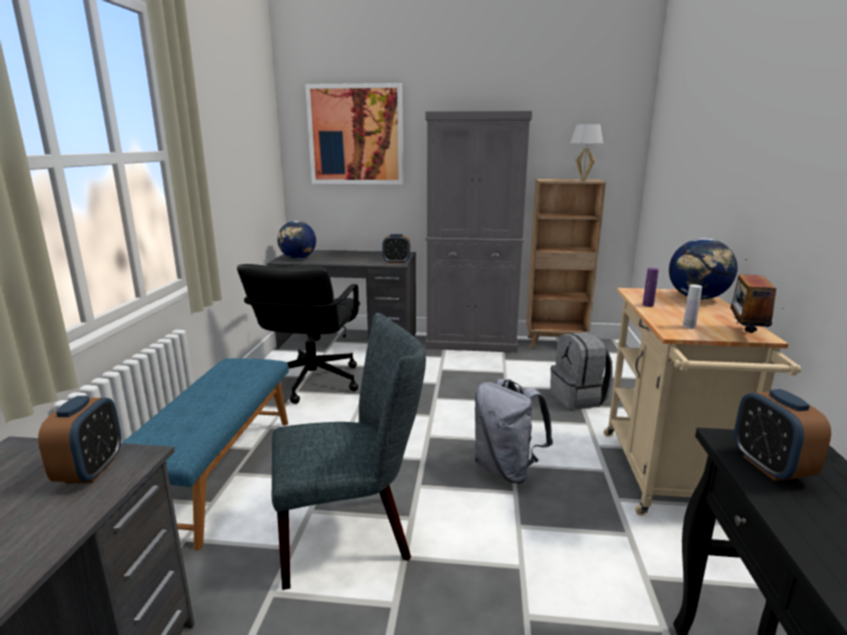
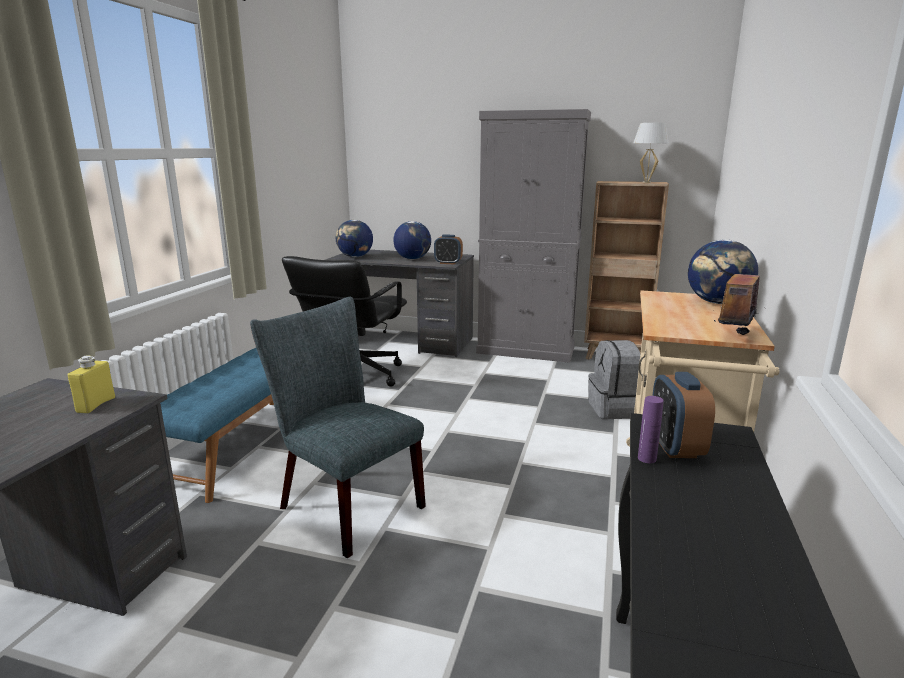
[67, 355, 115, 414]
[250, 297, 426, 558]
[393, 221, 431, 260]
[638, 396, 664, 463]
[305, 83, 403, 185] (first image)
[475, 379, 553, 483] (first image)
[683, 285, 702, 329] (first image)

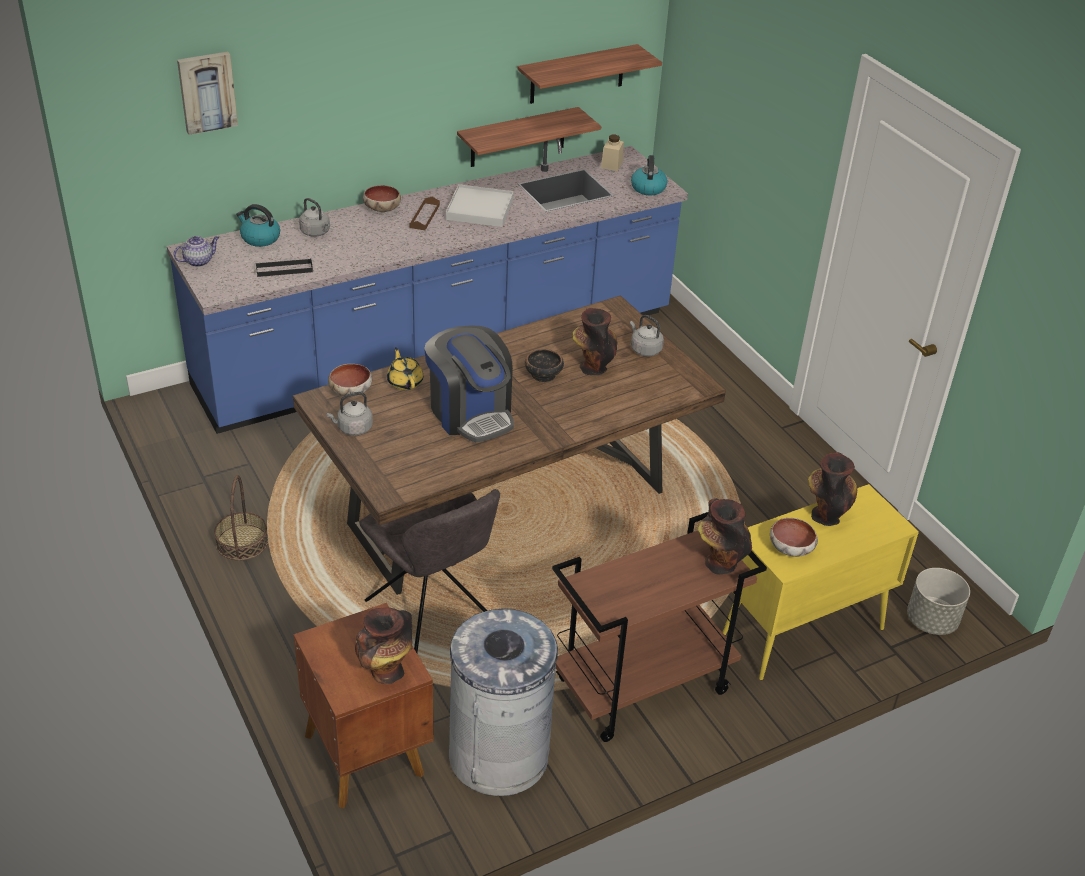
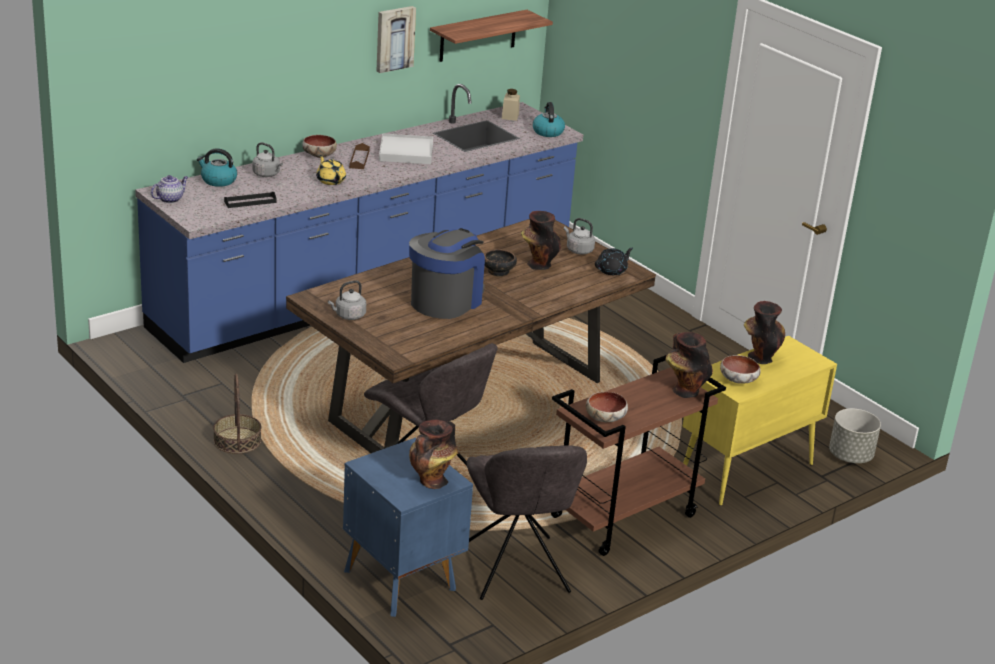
[316, 155, 346, 185]
[343, 438, 473, 617]
[377, 6, 416, 73]
[409, 228, 485, 319]
[467, 445, 587, 600]
[586, 392, 628, 422]
[595, 247, 633, 275]
[457, 107, 601, 167] (first image)

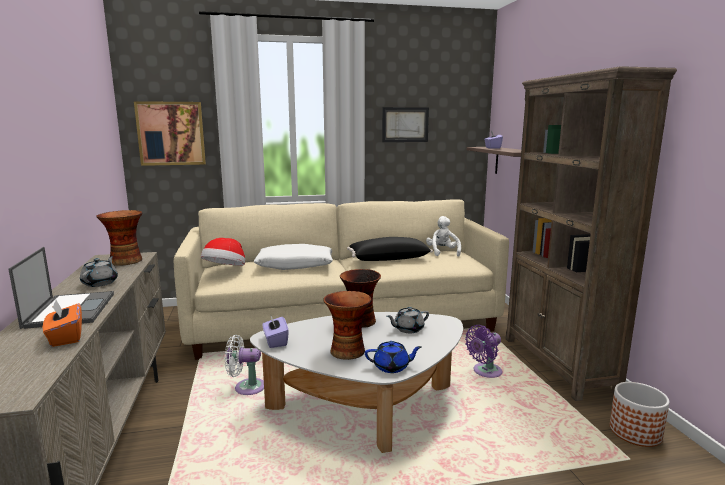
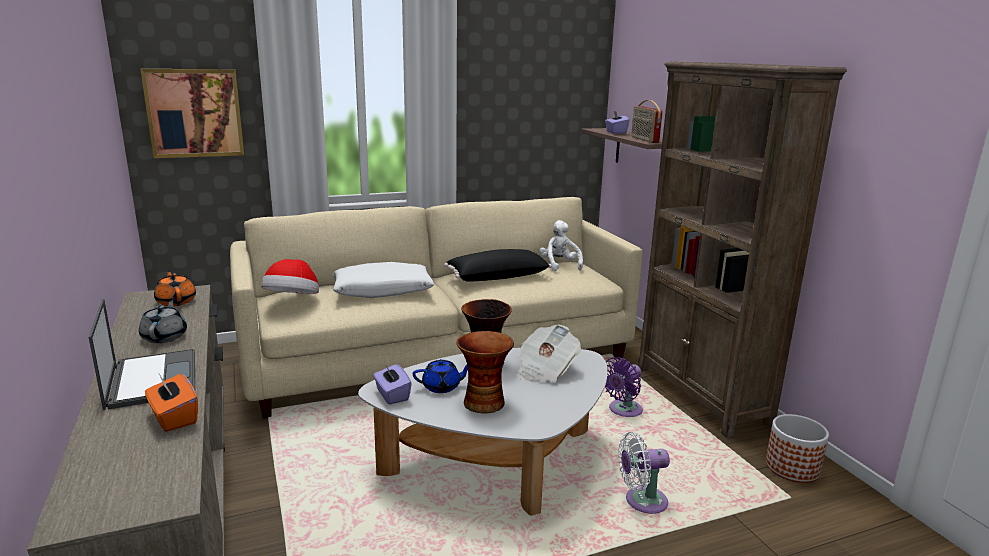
[154, 271, 196, 306]
[413, 359, 468, 393]
[517, 325, 581, 382]
[618, 432, 670, 514]
[631, 100, 663, 143]
[382, 107, 429, 142] (first image)

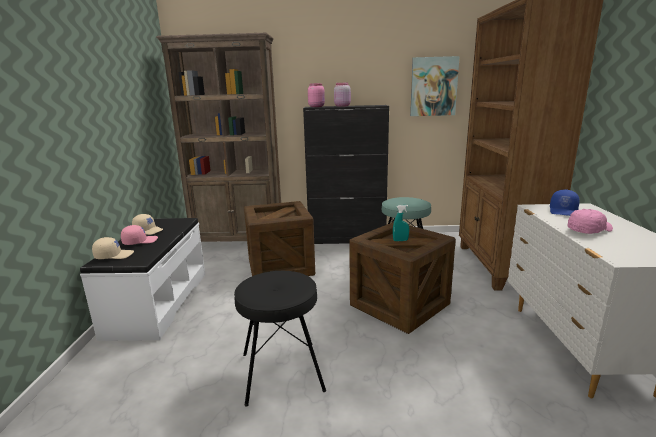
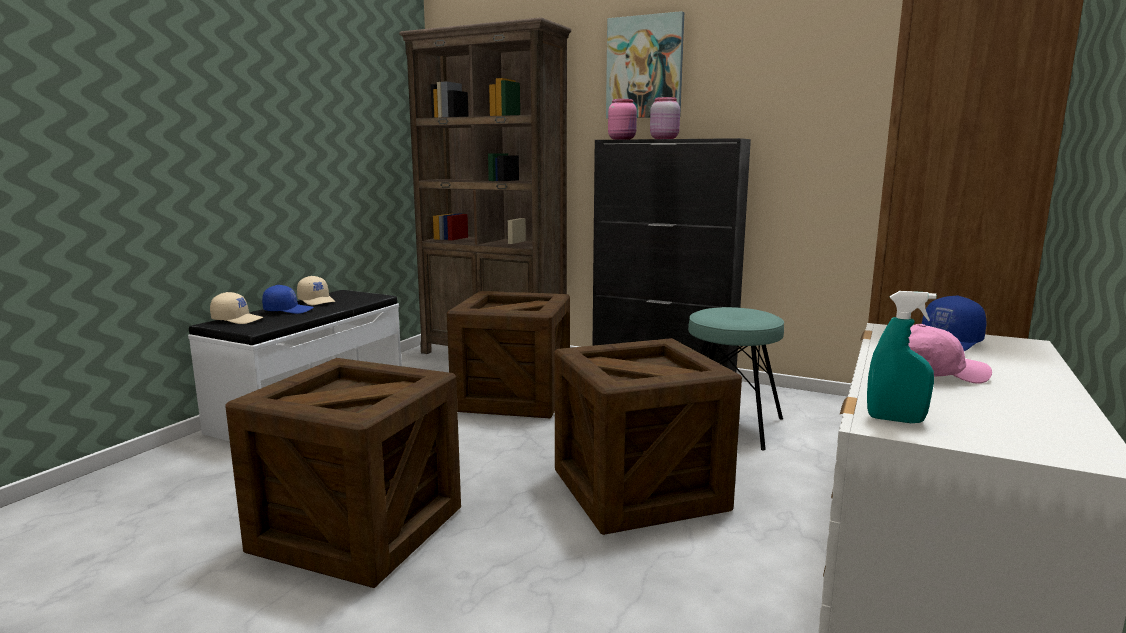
[225, 358, 461, 588]
[262, 285, 314, 314]
[606, 11, 684, 119]
[867, 291, 936, 423]

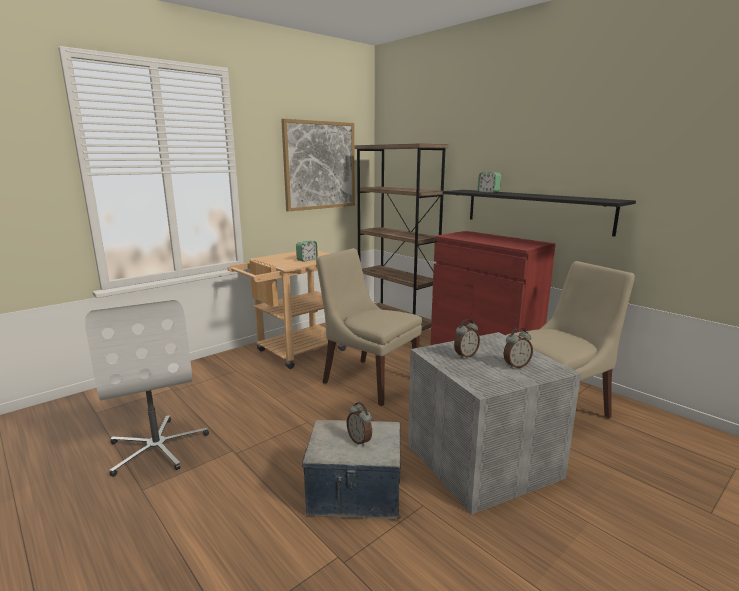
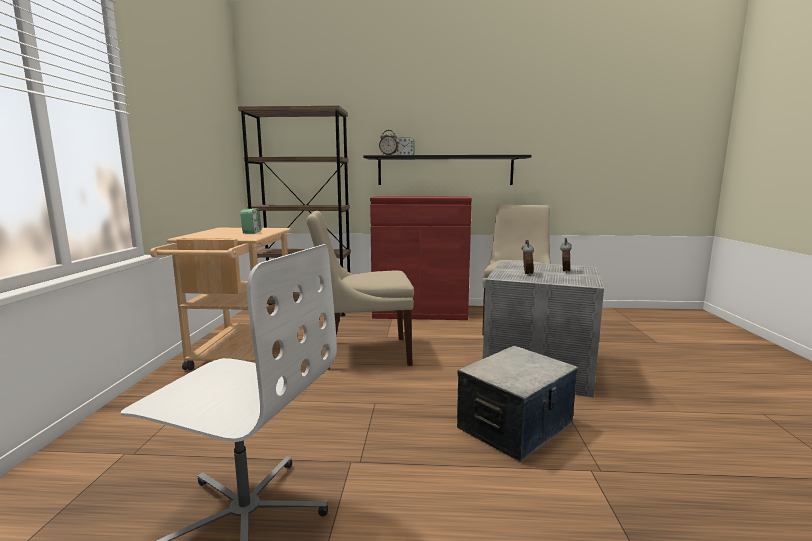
[379, 130, 398, 155]
[281, 119, 355, 211] (first image)

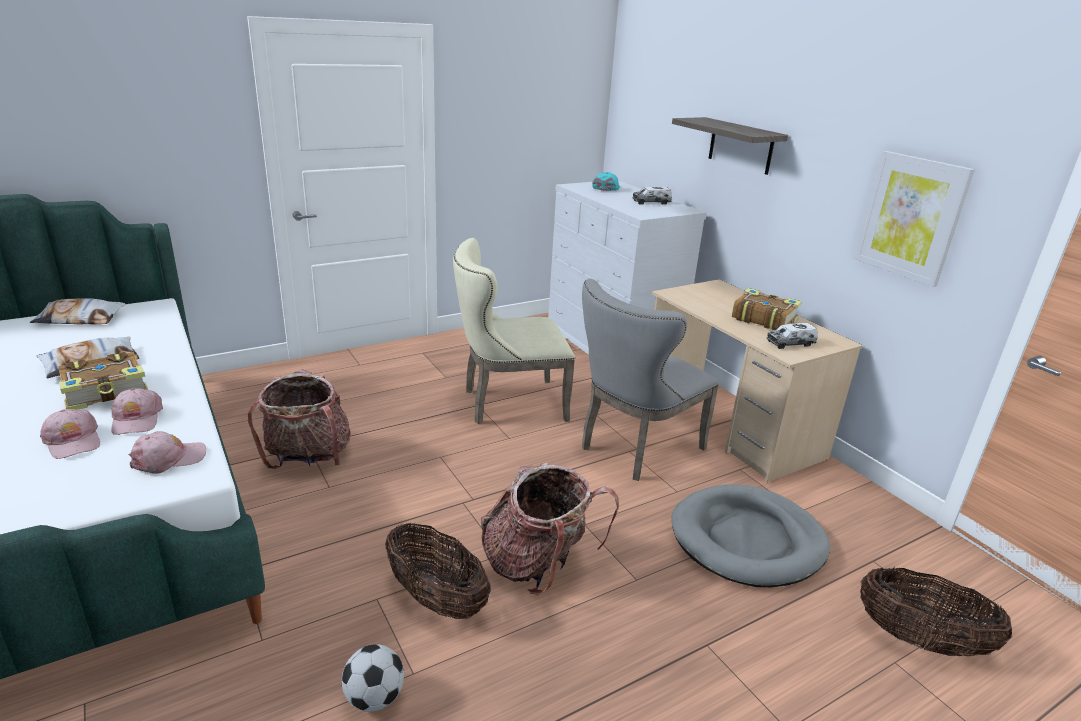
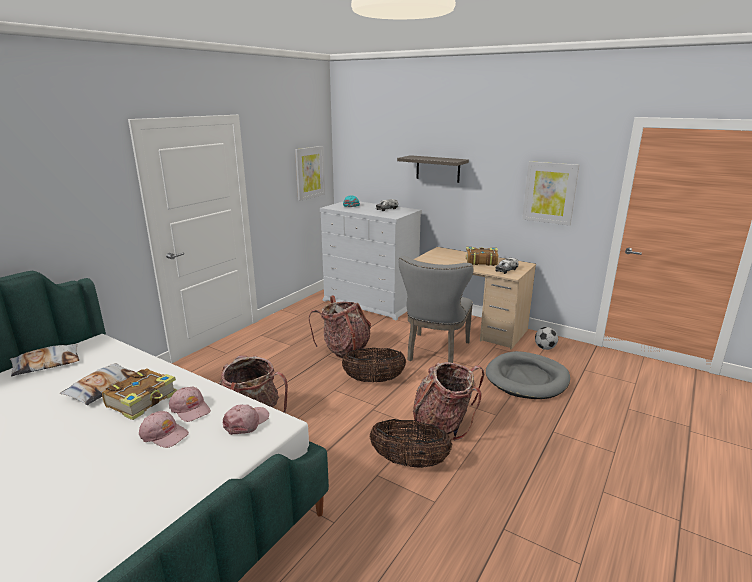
[295, 146, 325, 201]
[309, 295, 371, 358]
[342, 348, 406, 383]
[535, 327, 558, 350]

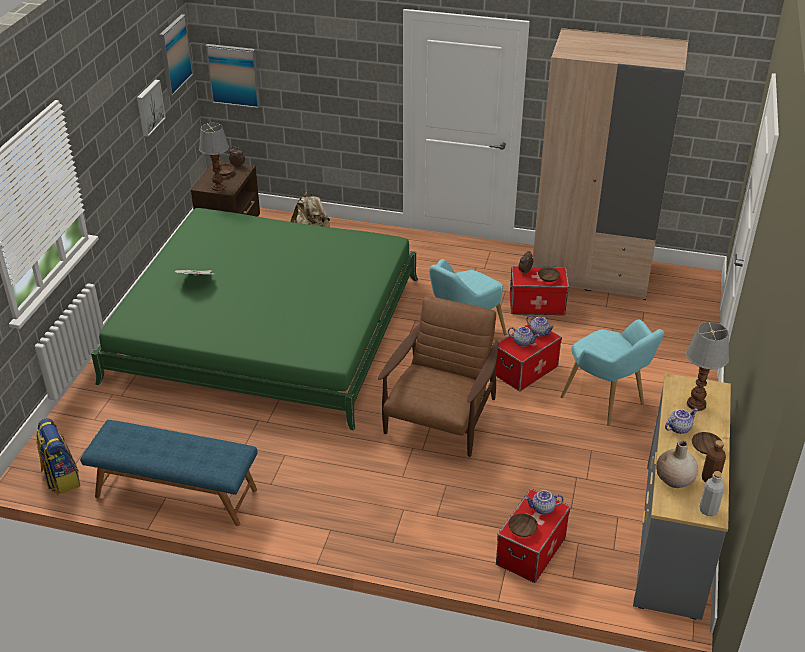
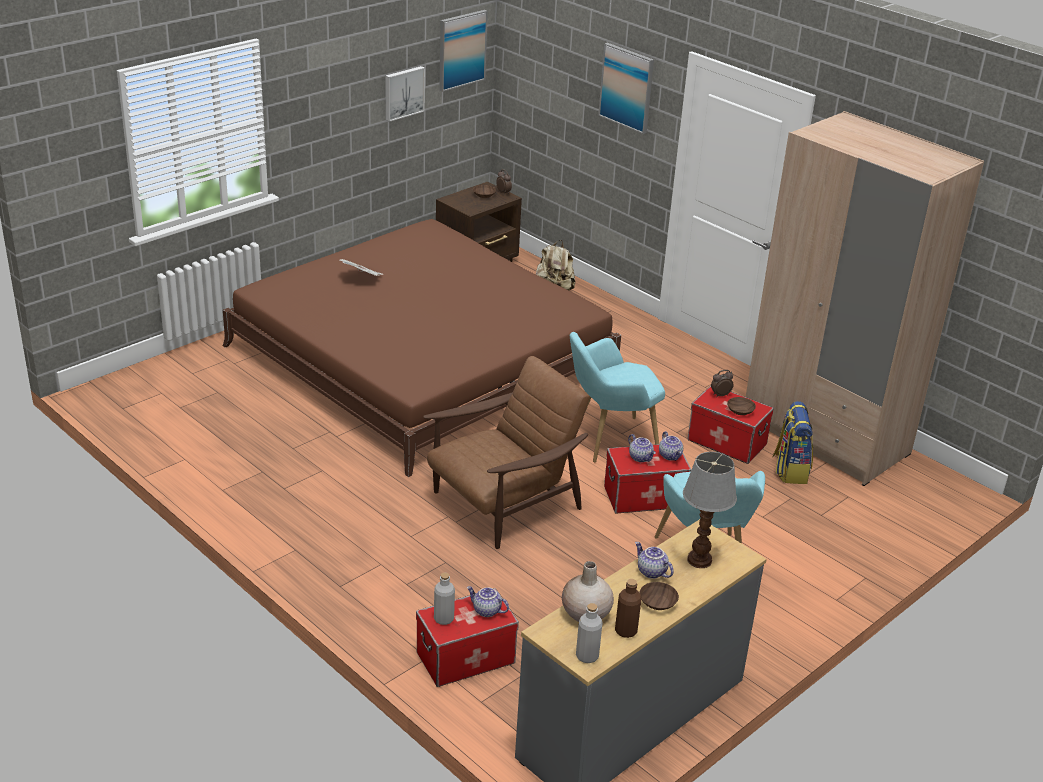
[223, 219, 621, 477]
[434, 573, 455, 625]
[598, 43, 654, 134]
[635, 542, 674, 579]
[773, 401, 813, 484]
[80, 420, 257, 526] (first image)
[199, 123, 229, 192] (first image)

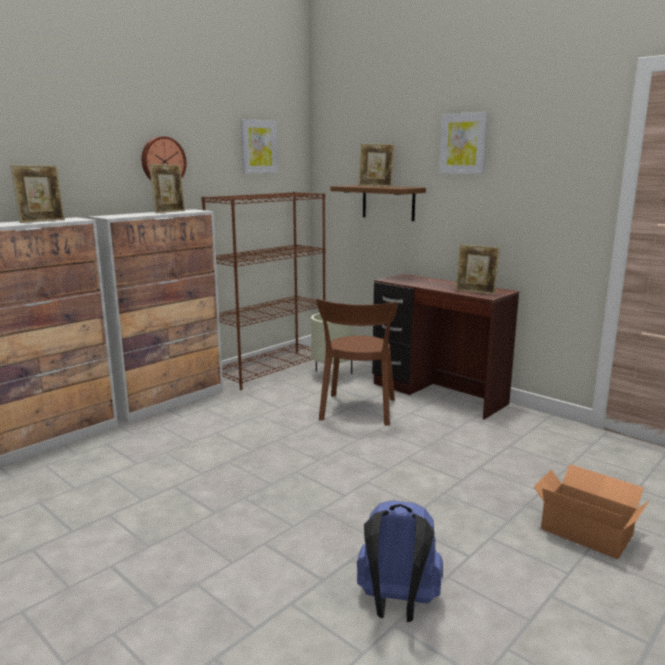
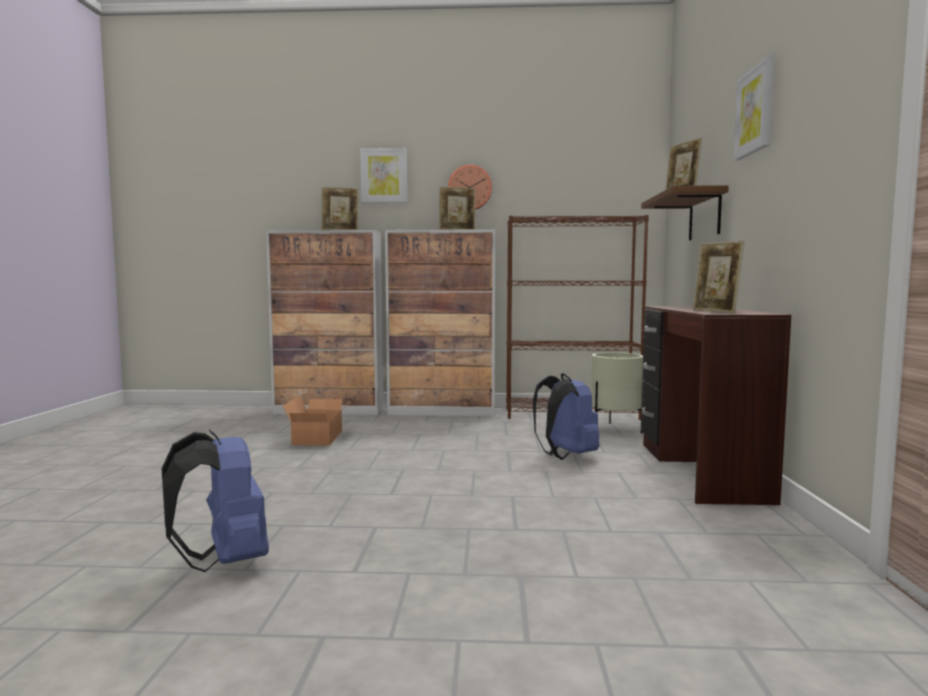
[283, 395, 353, 445]
[360, 148, 407, 203]
[533, 373, 600, 460]

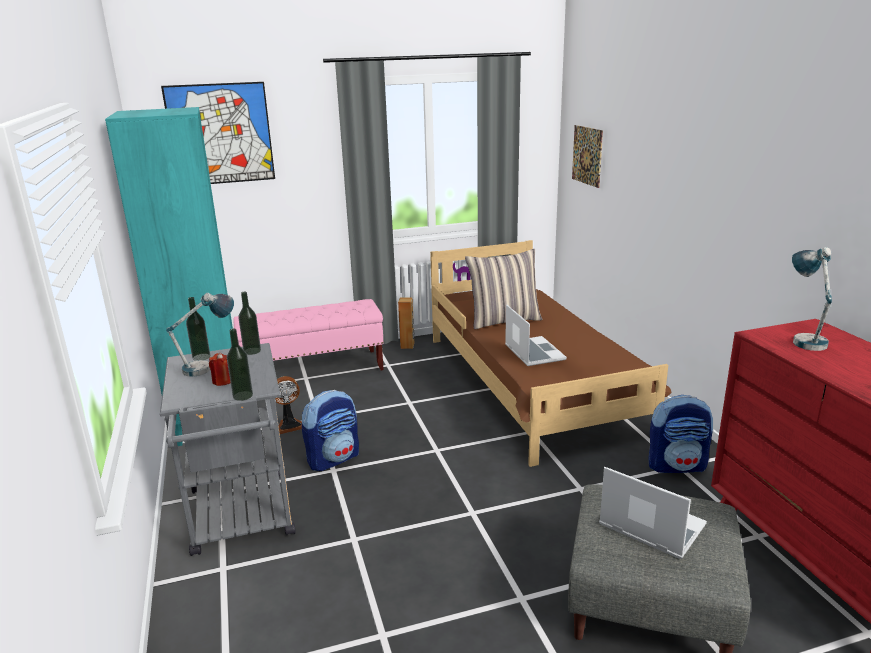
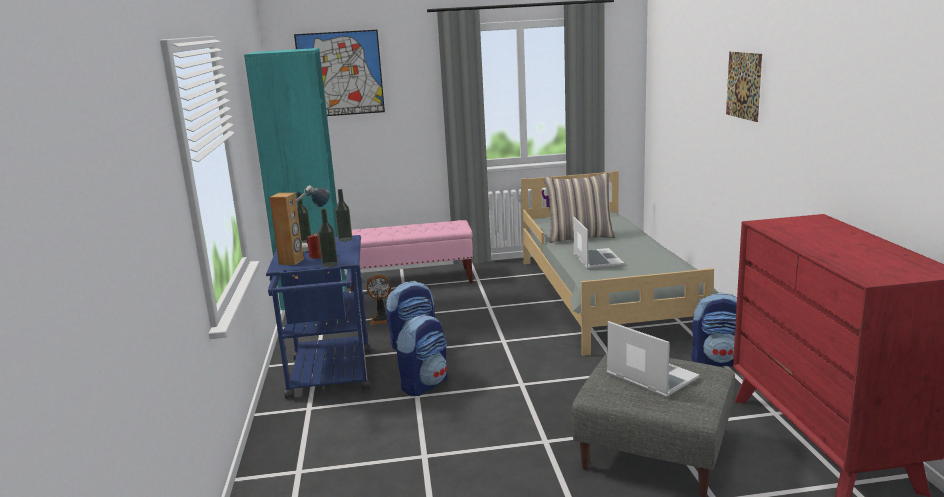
[266, 235, 371, 399]
[269, 193, 304, 265]
[395, 314, 447, 396]
[521, 171, 719, 356]
[726, 52, 762, 122]
[792, 247, 832, 351] (first image)

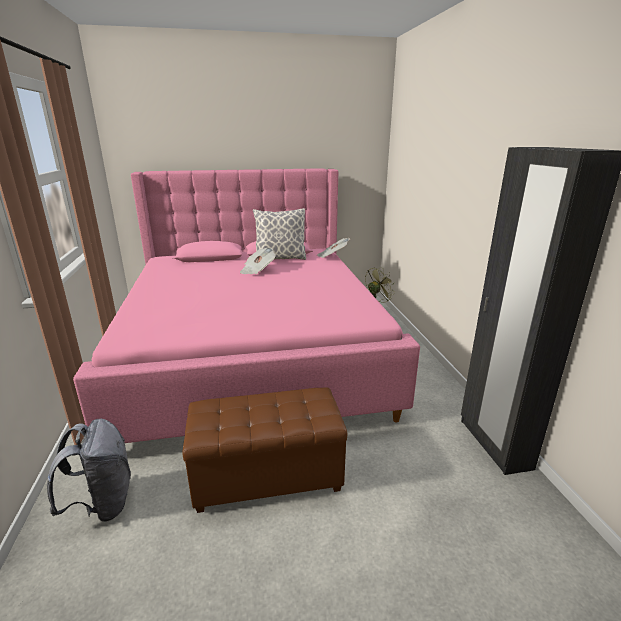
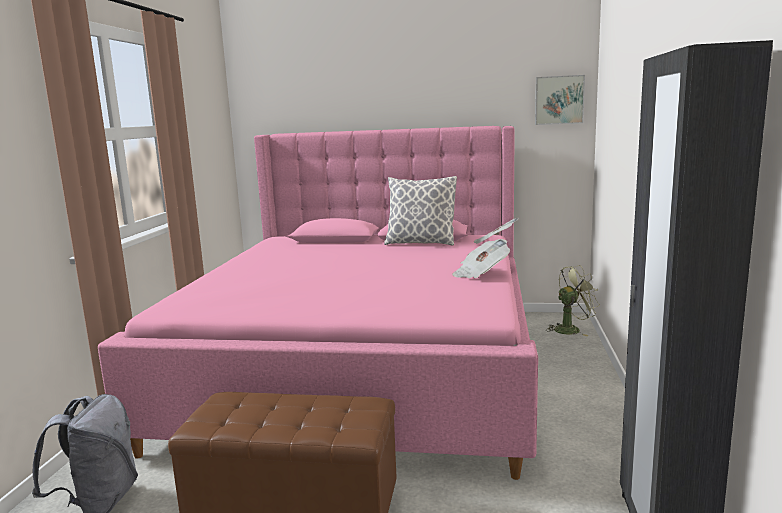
[452, 239, 510, 278]
[535, 75, 585, 125]

